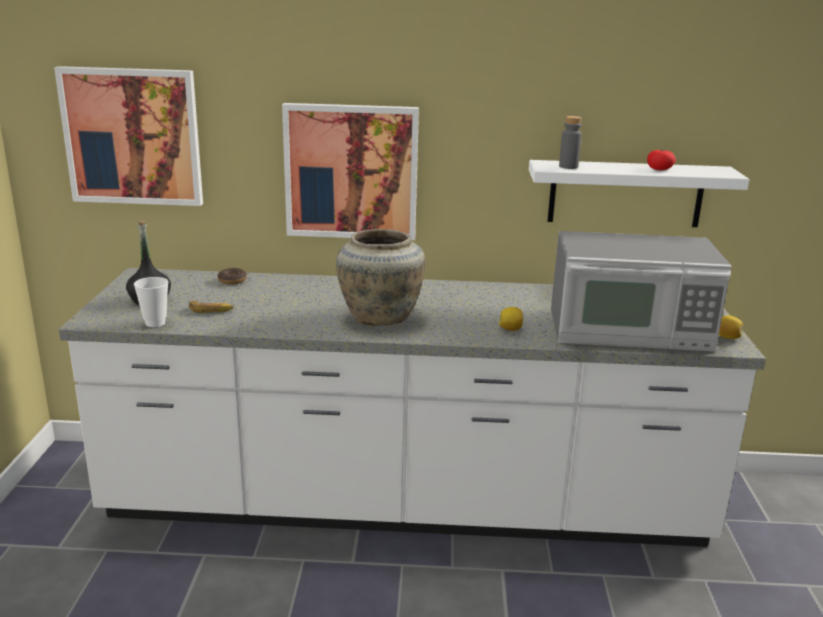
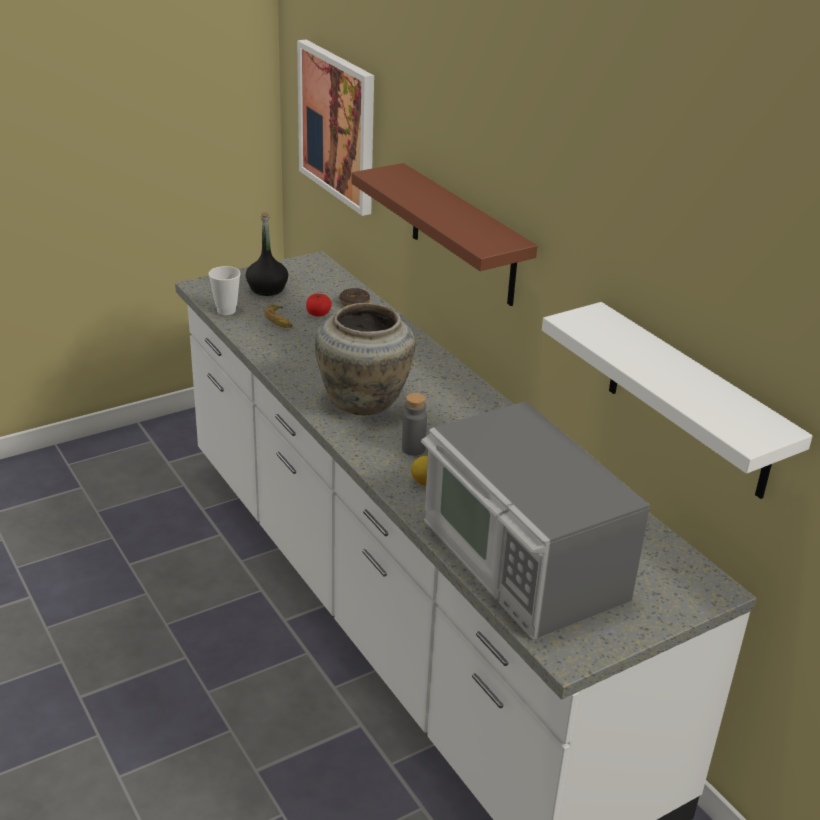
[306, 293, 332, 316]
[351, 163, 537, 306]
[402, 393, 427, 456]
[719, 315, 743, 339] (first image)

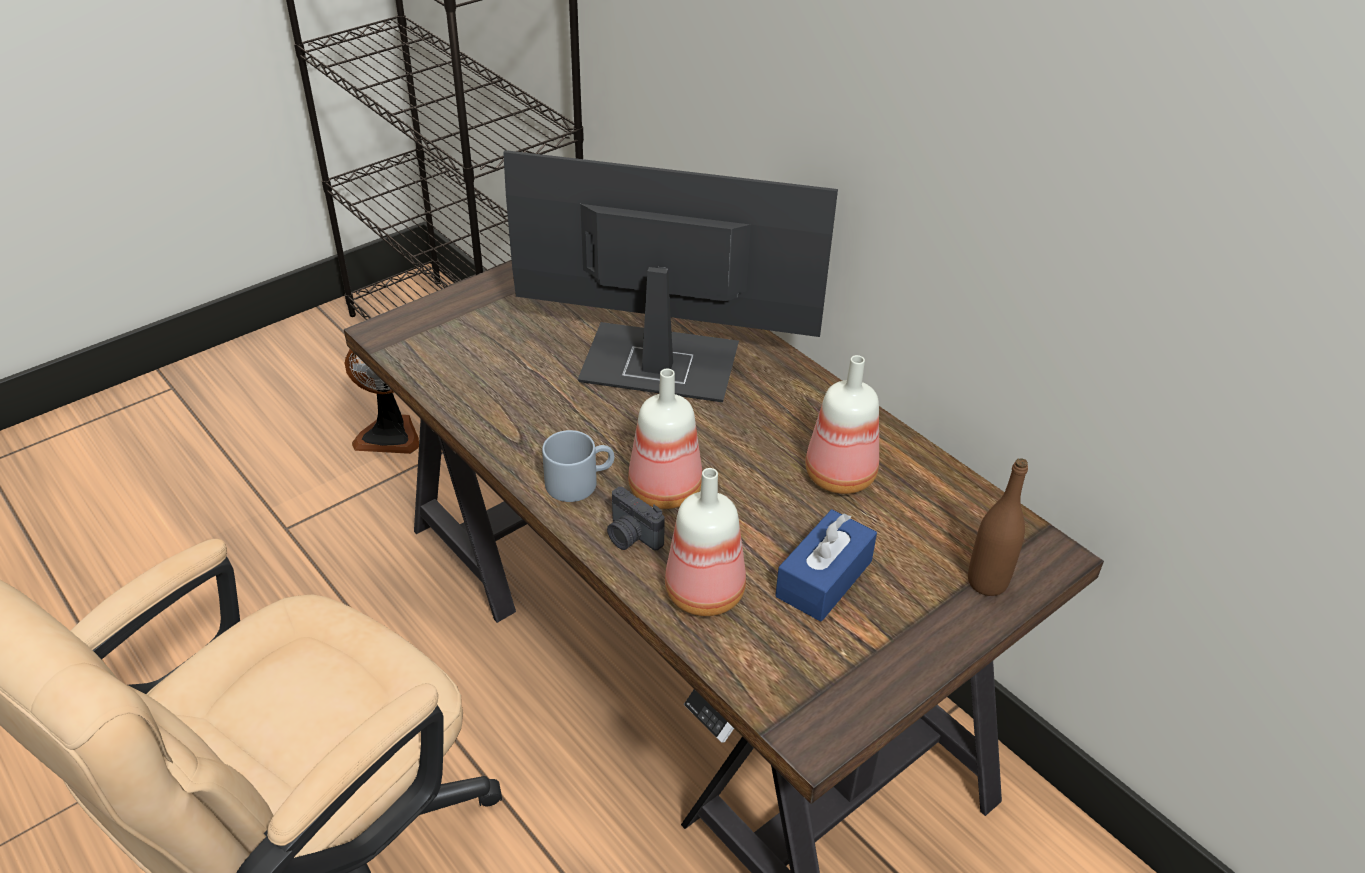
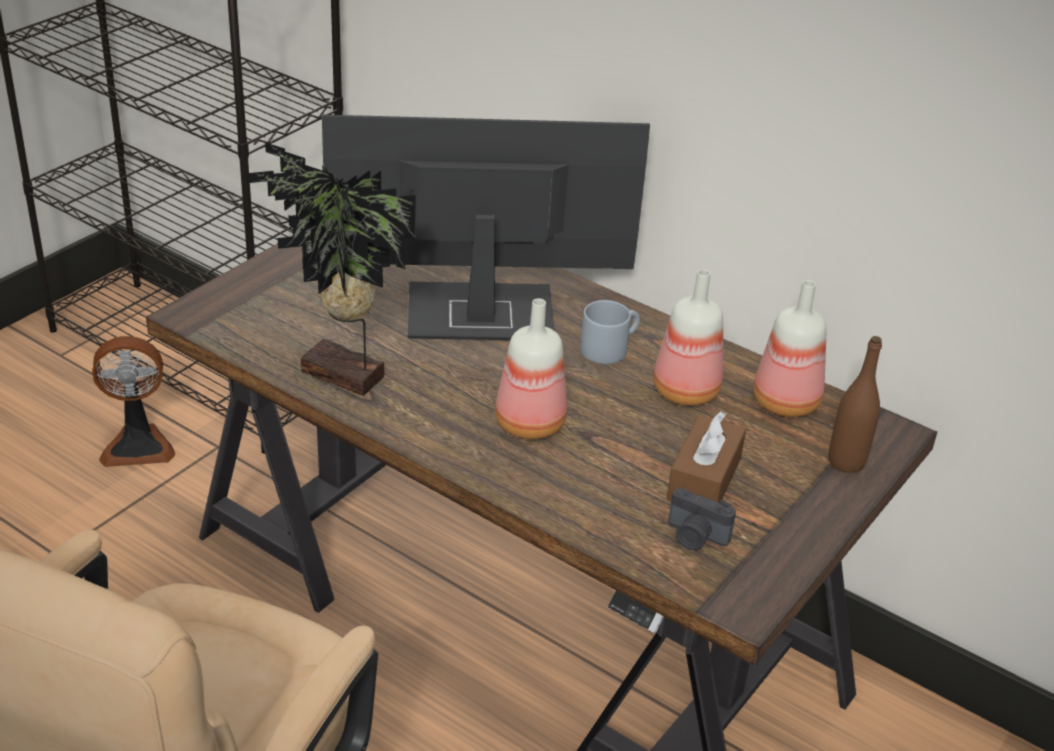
[248, 142, 416, 396]
[580, 300, 640, 364]
[667, 411, 746, 503]
[668, 488, 736, 550]
[753, 280, 827, 417]

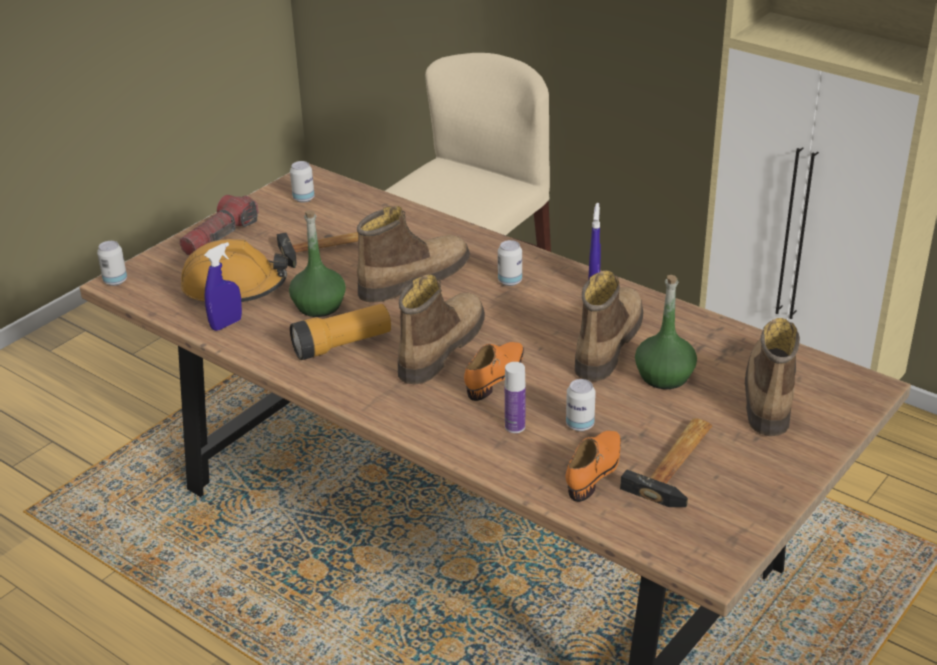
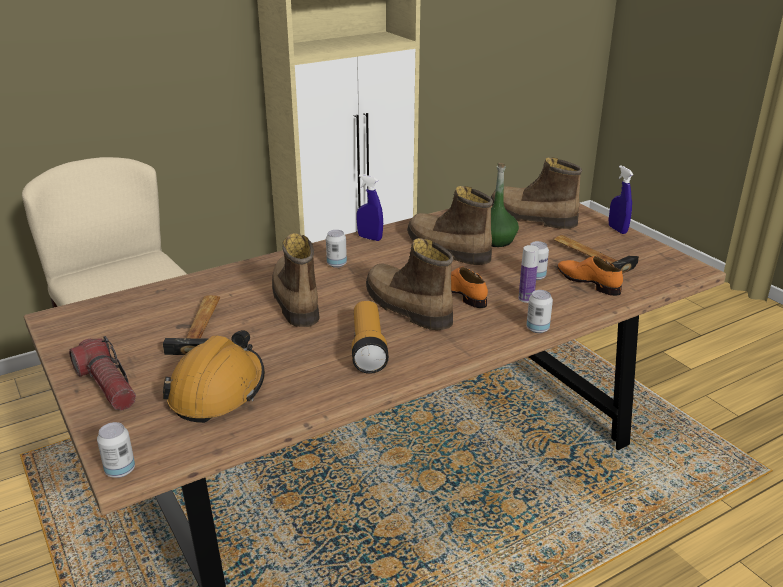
[526, 290, 553, 333]
[609, 165, 634, 234]
[289, 210, 346, 317] (first image)

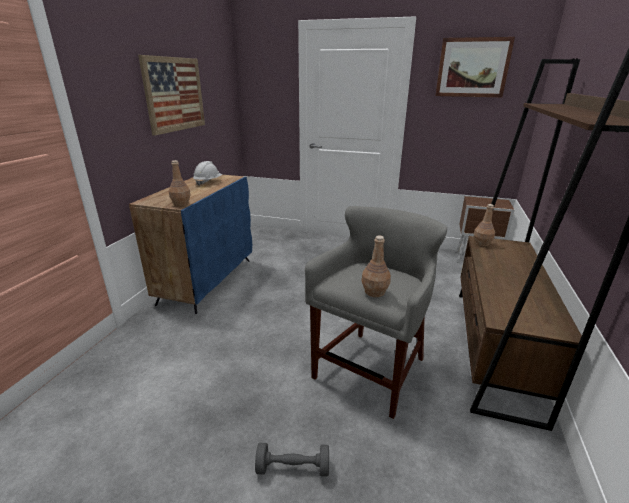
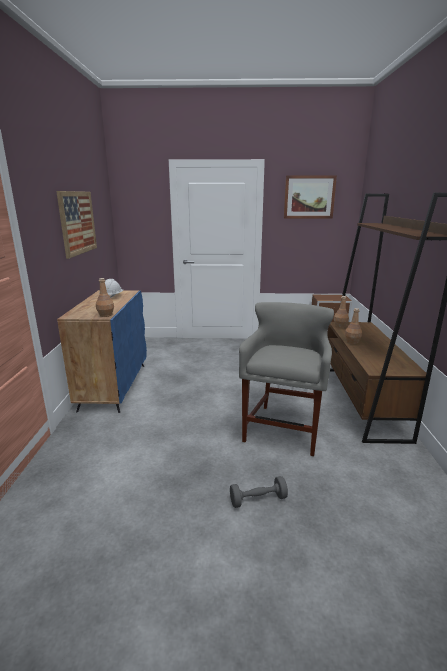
[345, 308, 362, 344]

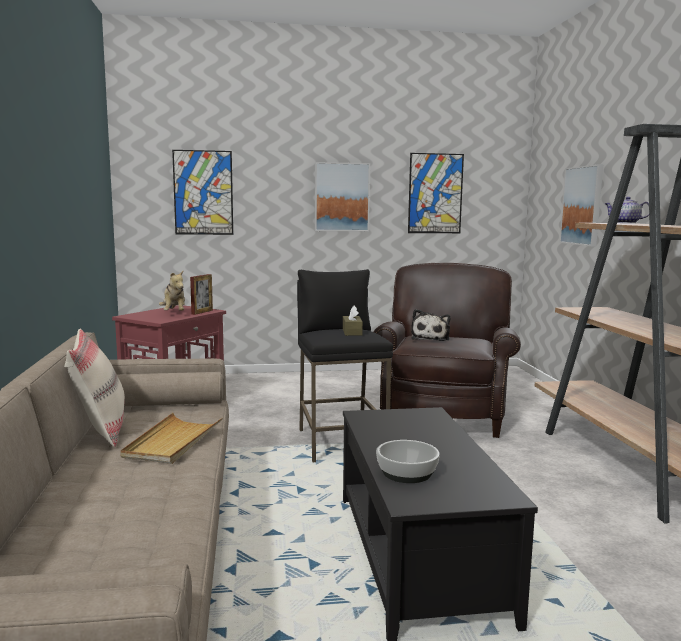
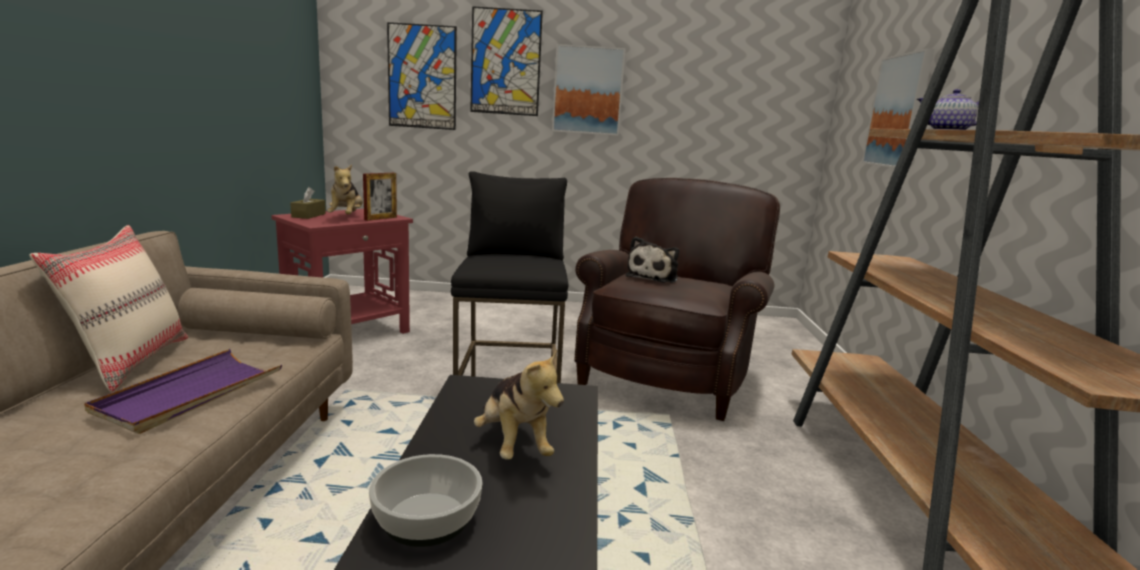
[84, 349, 282, 434]
[290, 187, 326, 219]
[470, 6, 543, 116]
[474, 350, 564, 460]

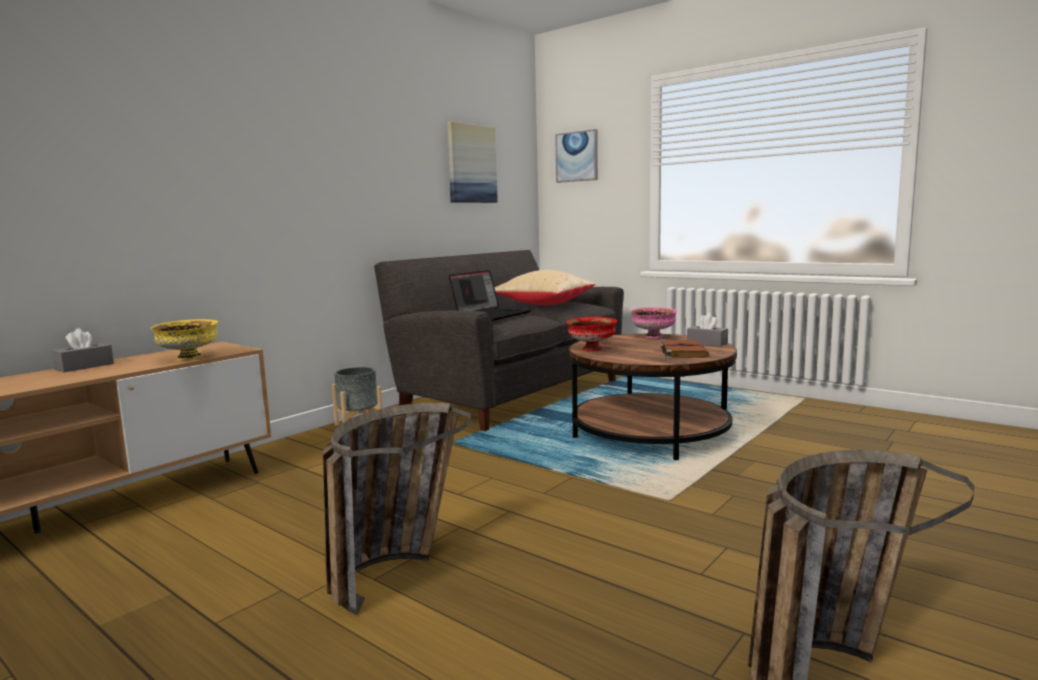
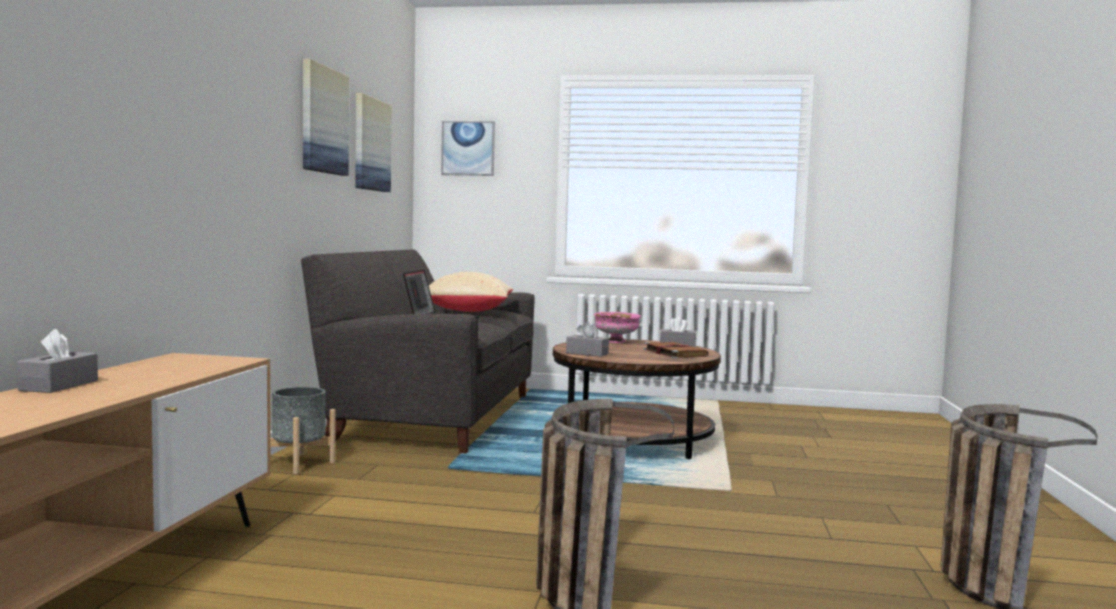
[303, 59, 349, 176]
[566, 321, 609, 357]
[150, 319, 218, 361] (first image)

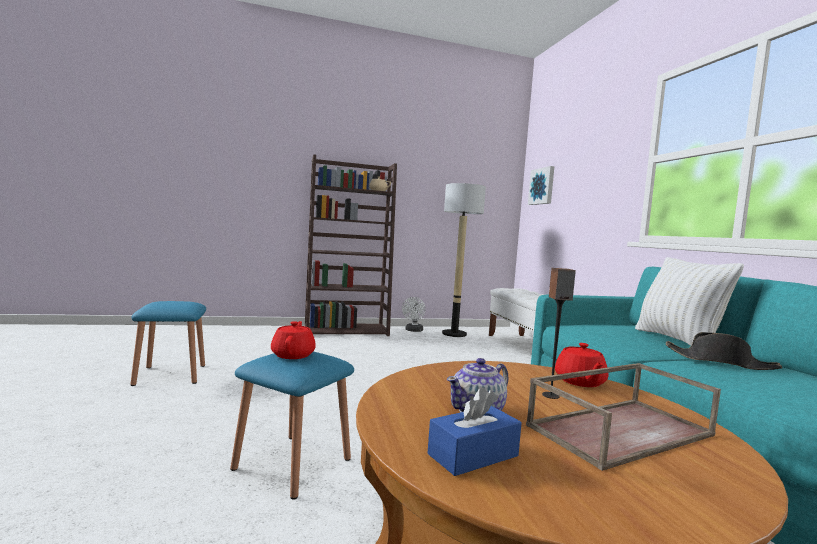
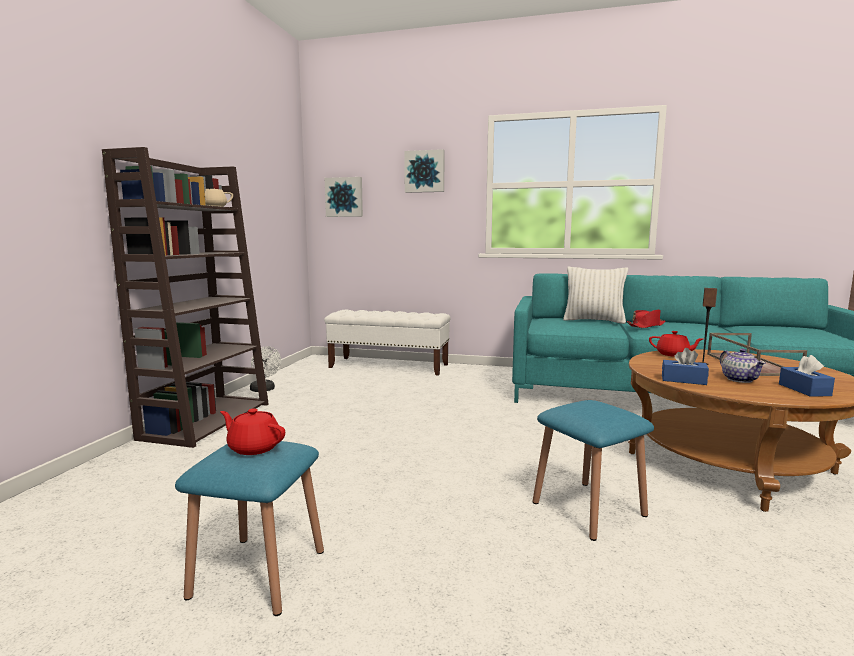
[220, 408, 285, 455]
[404, 149, 445, 193]
[627, 310, 665, 328]
[662, 348, 709, 385]
[442, 183, 486, 337] (first image)

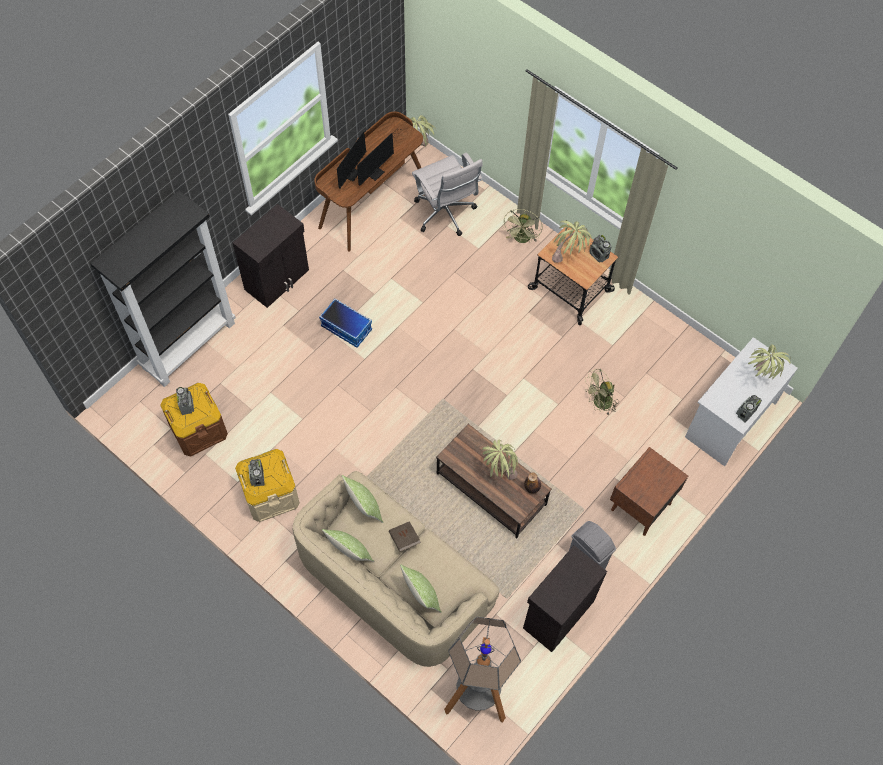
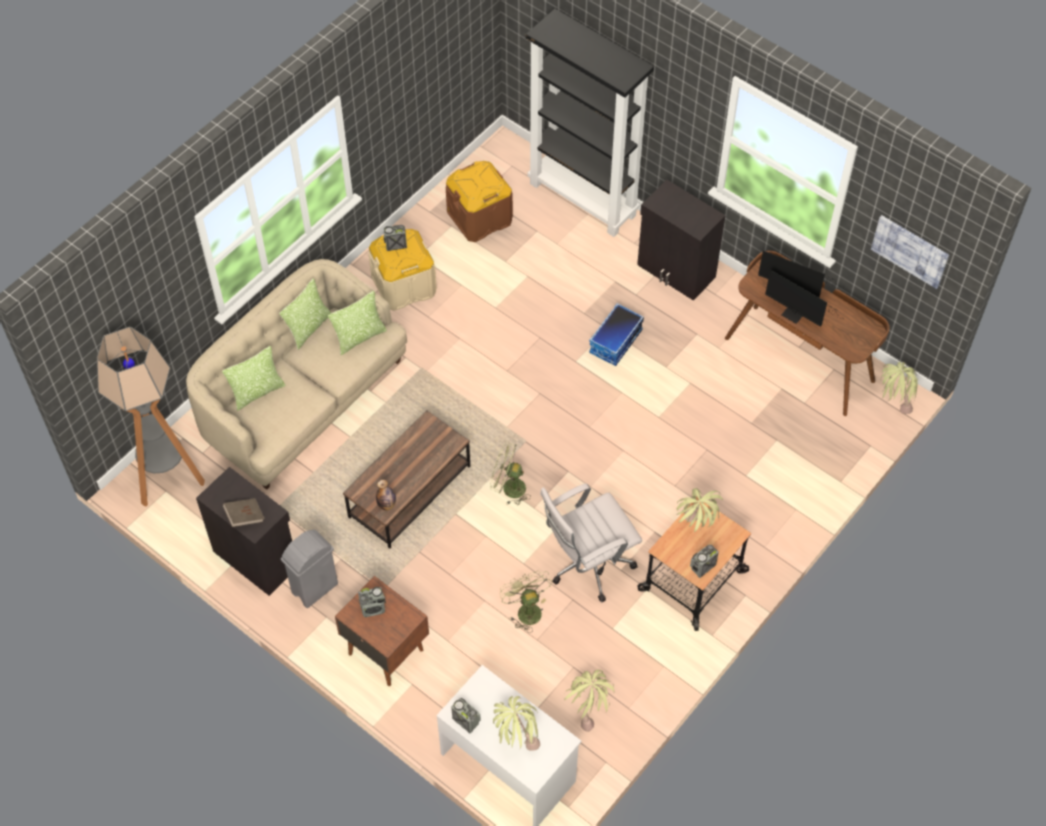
[223, 498, 265, 527]
[358, 587, 386, 617]
[490, 442, 531, 505]
[540, 483, 642, 603]
[564, 670, 615, 732]
[871, 215, 949, 289]

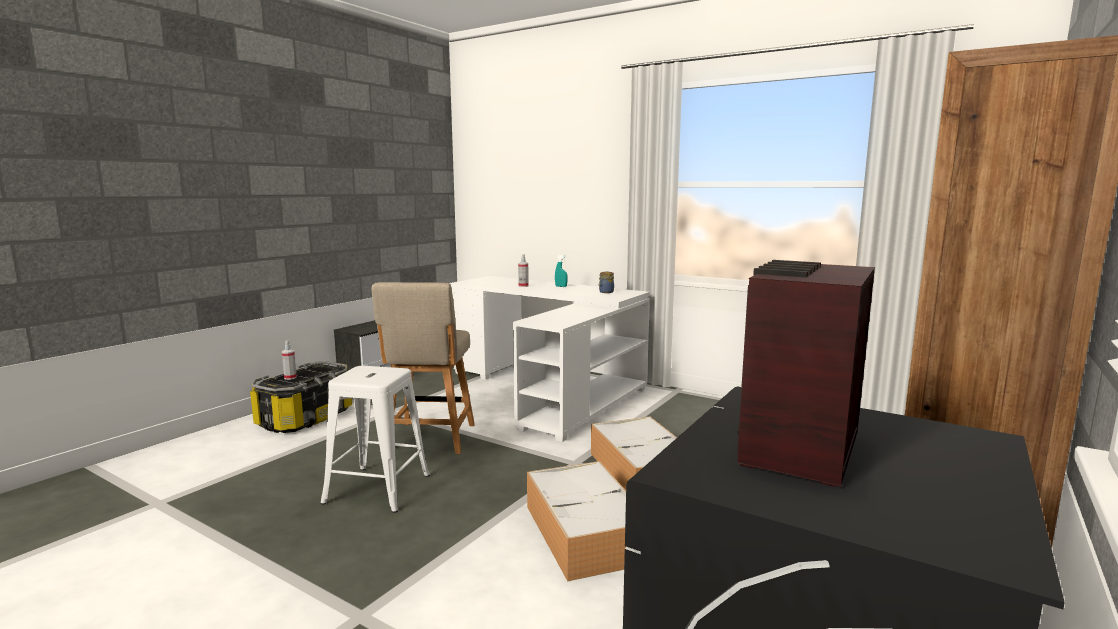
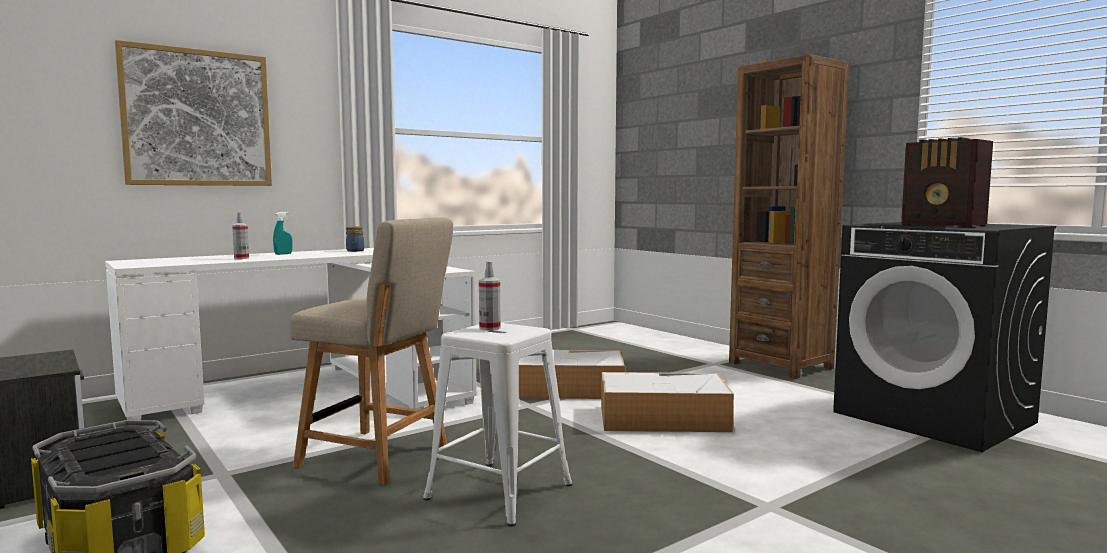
[115, 40, 272, 186]
[479, 261, 501, 330]

